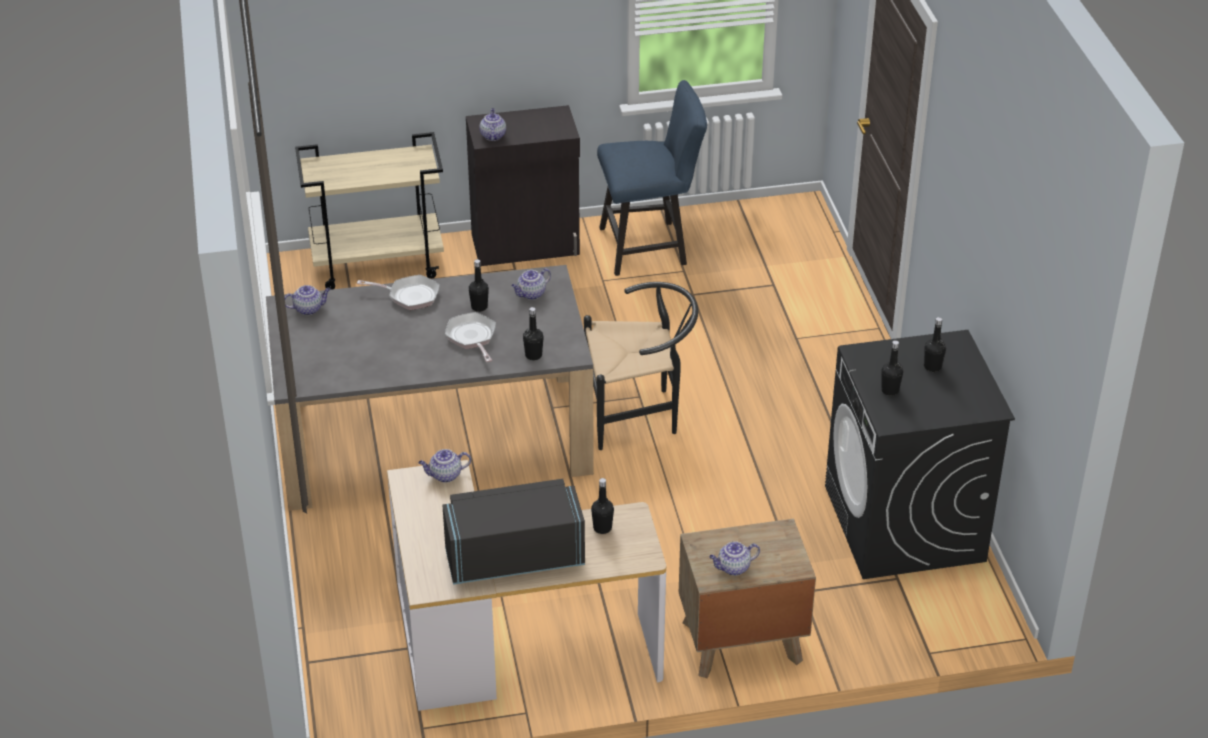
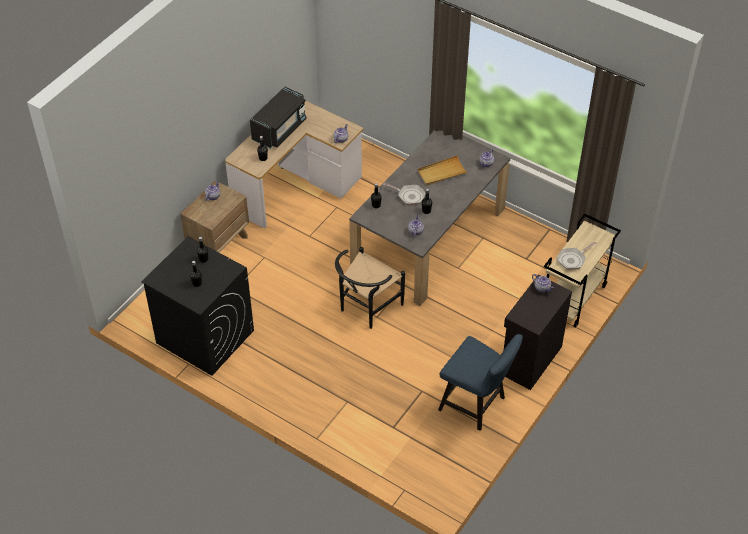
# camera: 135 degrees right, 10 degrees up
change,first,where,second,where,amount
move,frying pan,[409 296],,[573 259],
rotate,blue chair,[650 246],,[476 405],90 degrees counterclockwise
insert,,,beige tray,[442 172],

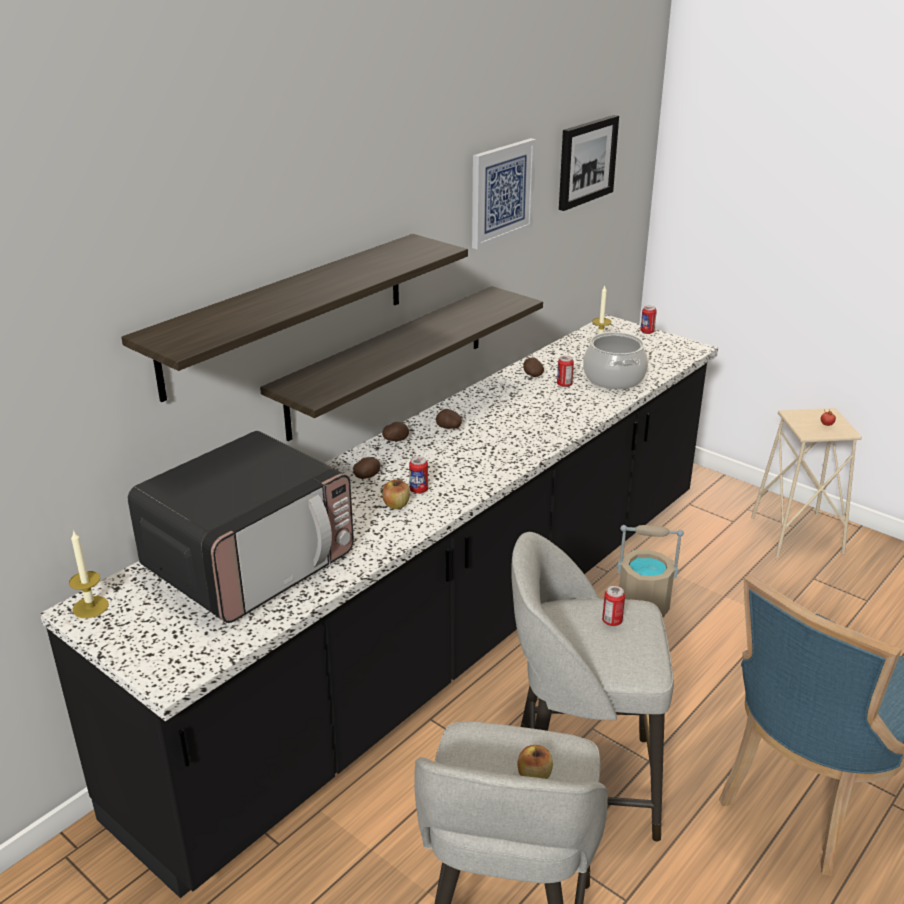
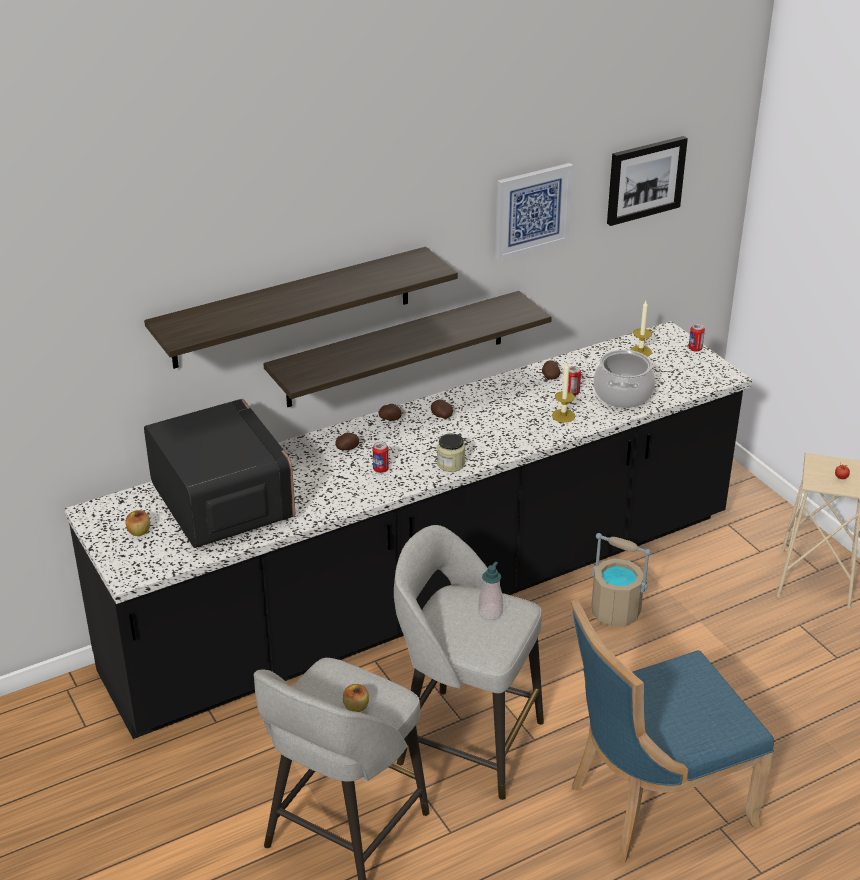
# camera: 20 degrees right, 5 degrees up
change,first,where,second,where,amount
move,candle,[90 607],,[563 416],
rotate,microwave,[251 563],,[222 502],90 degrees counterclockwise
move,apple,[396 505],,[139 532],
replace,can,[612 621],soap dispenser,[490 612],
insert,,,jar,[451 464],

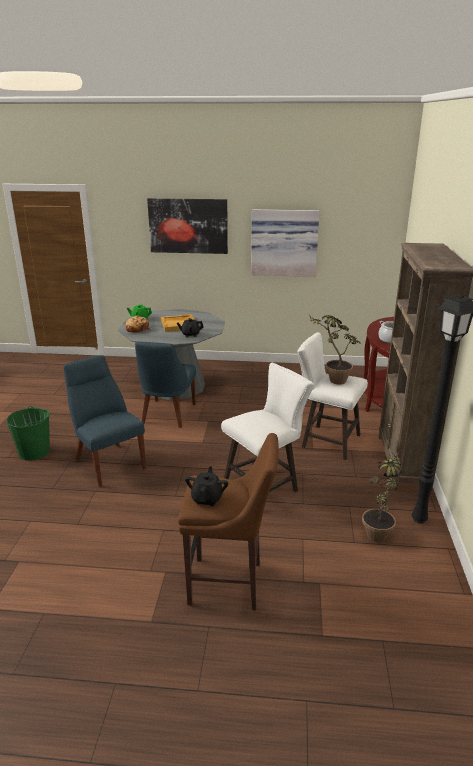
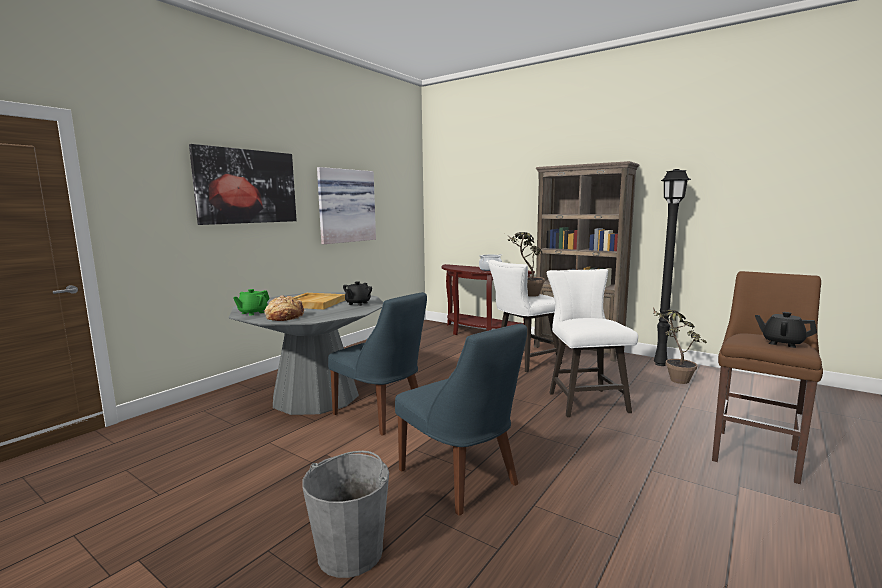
# camera: 60 degrees left, 15 degrees down
change,first,where,second,where,amount
recolor,green bucket,[34 452],grey bucket,[351 552],
rotate,blue chair,[108 462],,[461 479],120 degrees counterclockwise

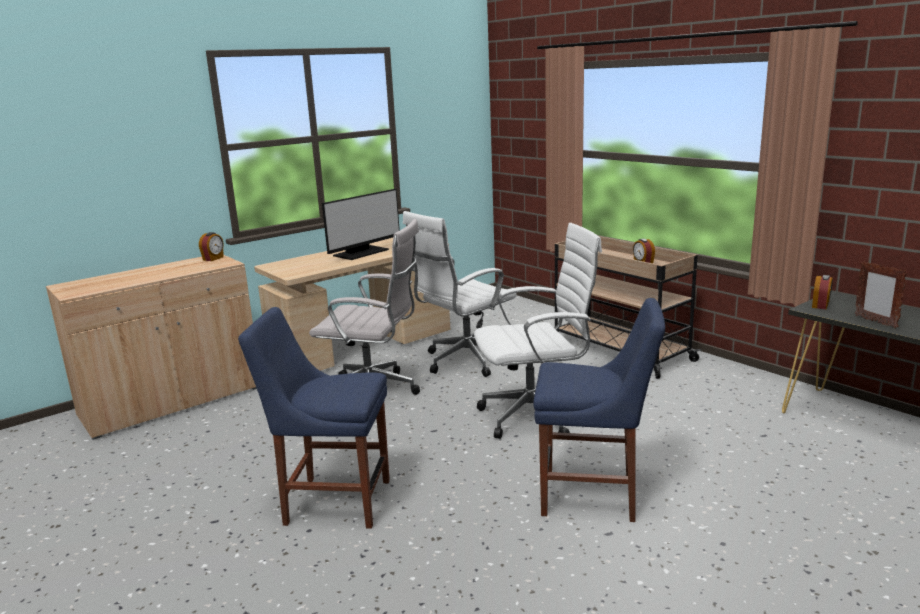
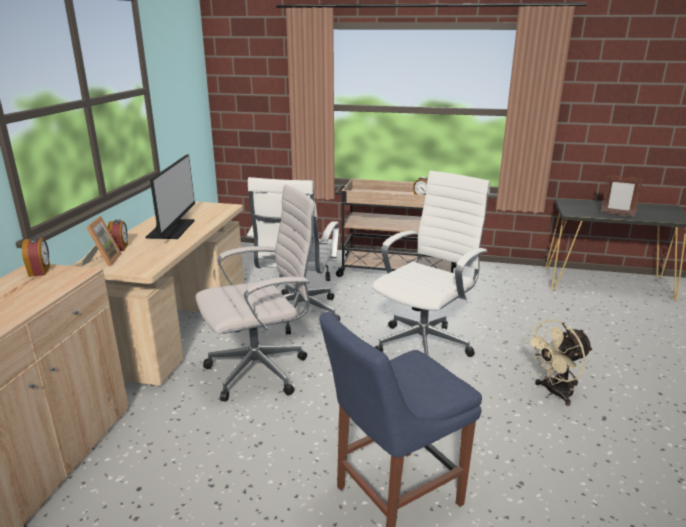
# camera: 40 degrees left, 5 degrees up
change,first,where,second,where,amount
replace,blue chair,[594 495],beige fan,[554 393],
move,alarm clock,[820 305],,[120 247],
insert,,,picture frame,[103 260],

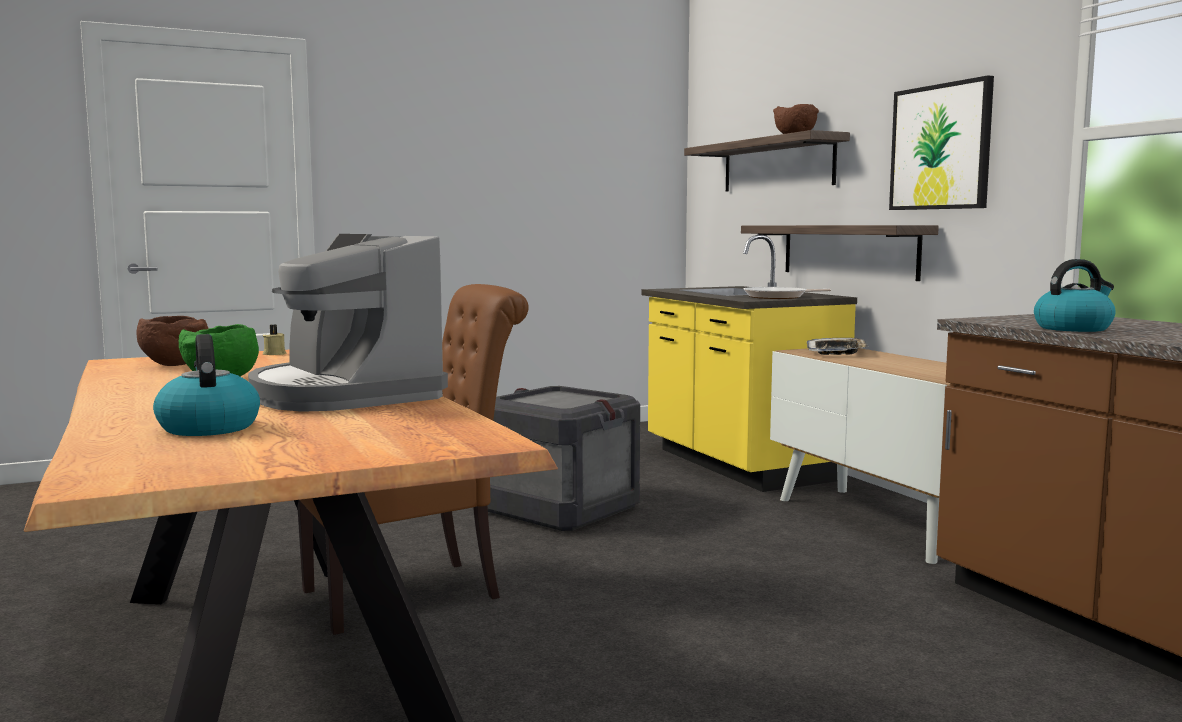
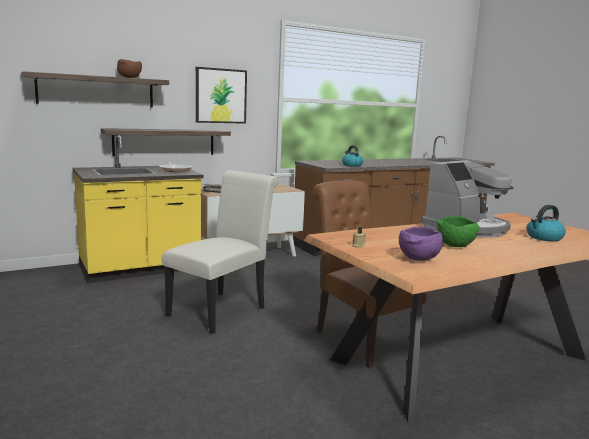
# camera: 95 degrees left, 5 degrees up
change,first,where,second,where,amount
recolor,brown bowl,[173 365],purple bowl,[418 259],
replace,crate,[560 510],white chair,[221 310],

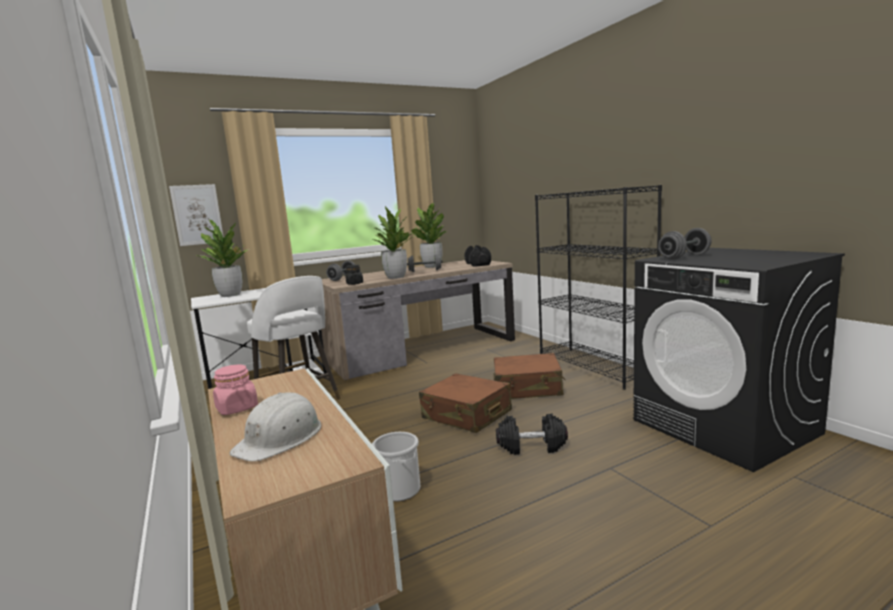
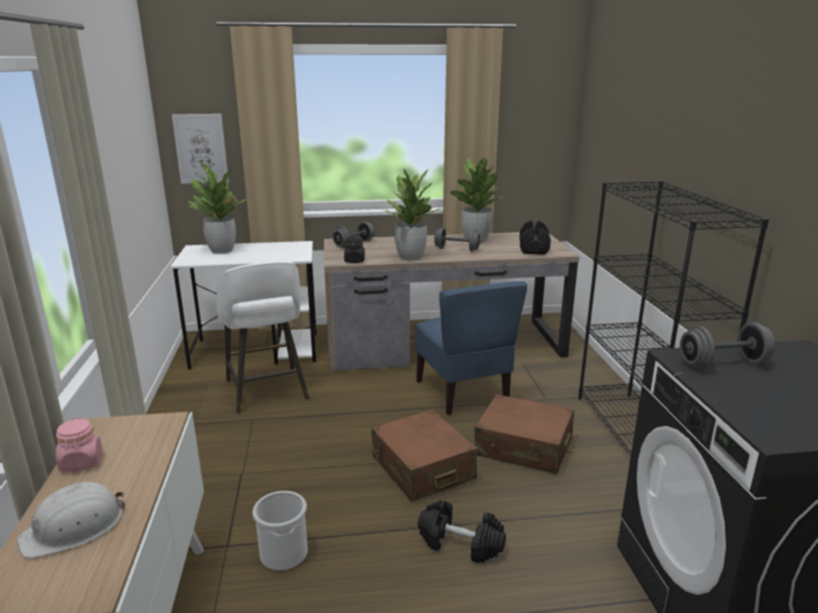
# camera: 20 degrees right, 10 degrees up
change,first,where,second,where,amount
insert,,,blue chair,[463 392],

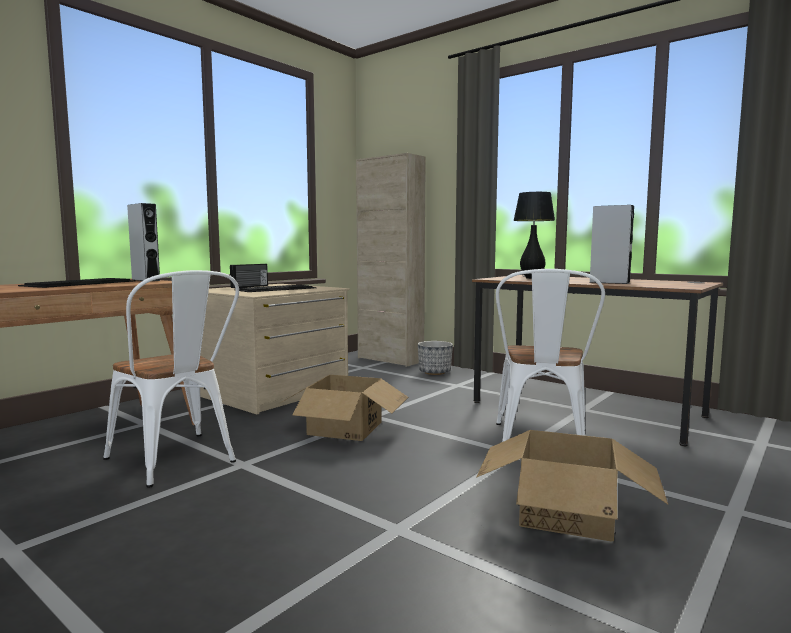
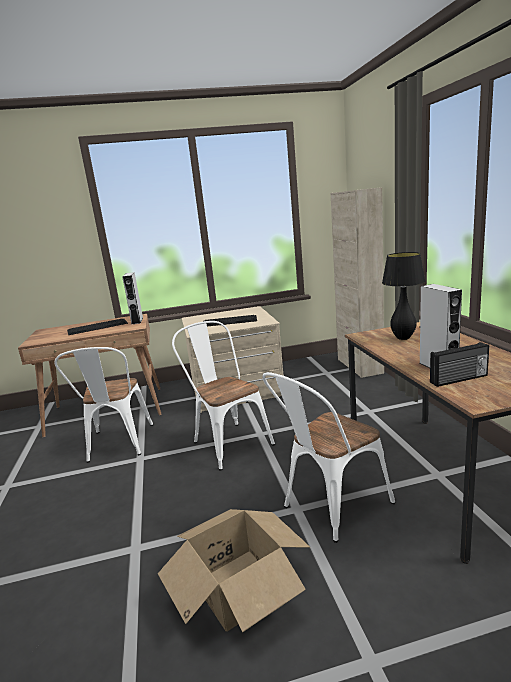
# camera: 40 degrees right, 10 degrees up
change,first,where,second,where,amount
move,radio,[250 286],,[459 379],
replace,cardboard box,[345 428],white chair,[228 441],
delete,planter,[435 372],,,

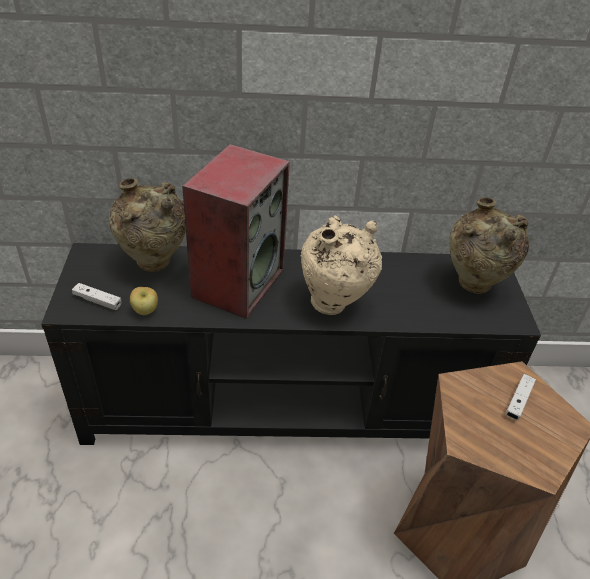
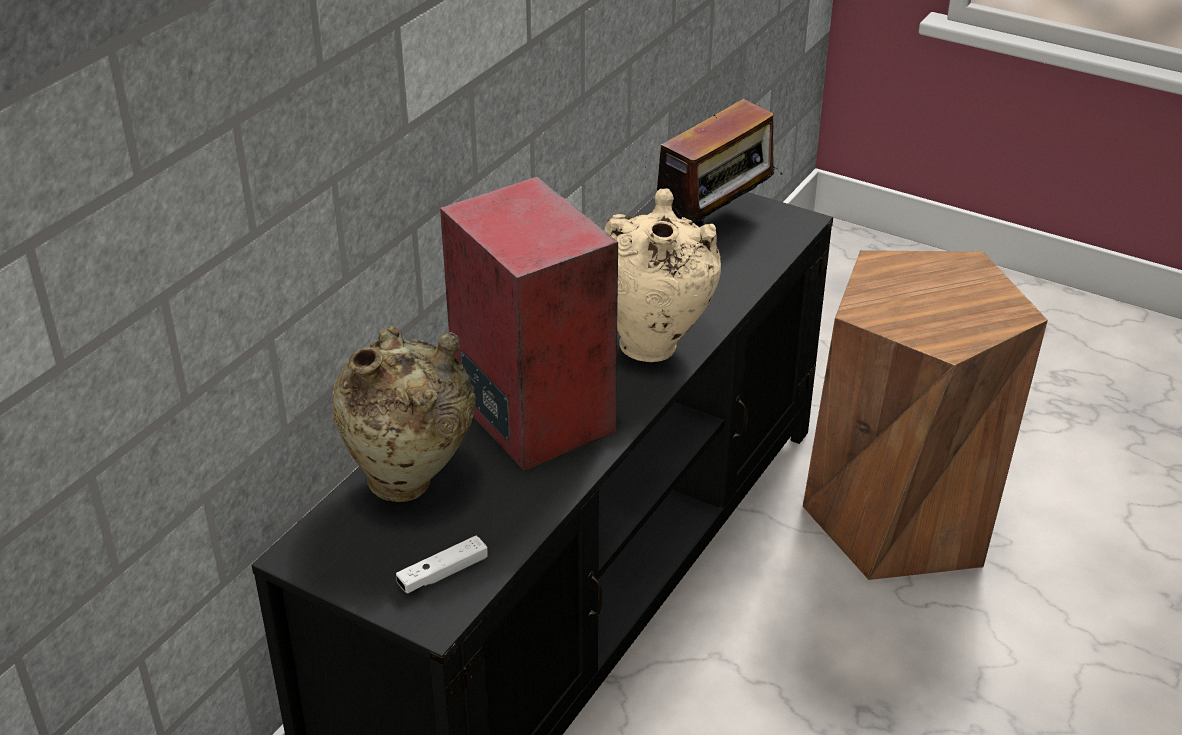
# camera: 55 degrees left, 5 degrees down
change,first,where,second,where,amount
delete,apple,[145 311],,,
replace,beige vase,[473 287],radio,[716 223],
delete,white game controller,[518 401],,,

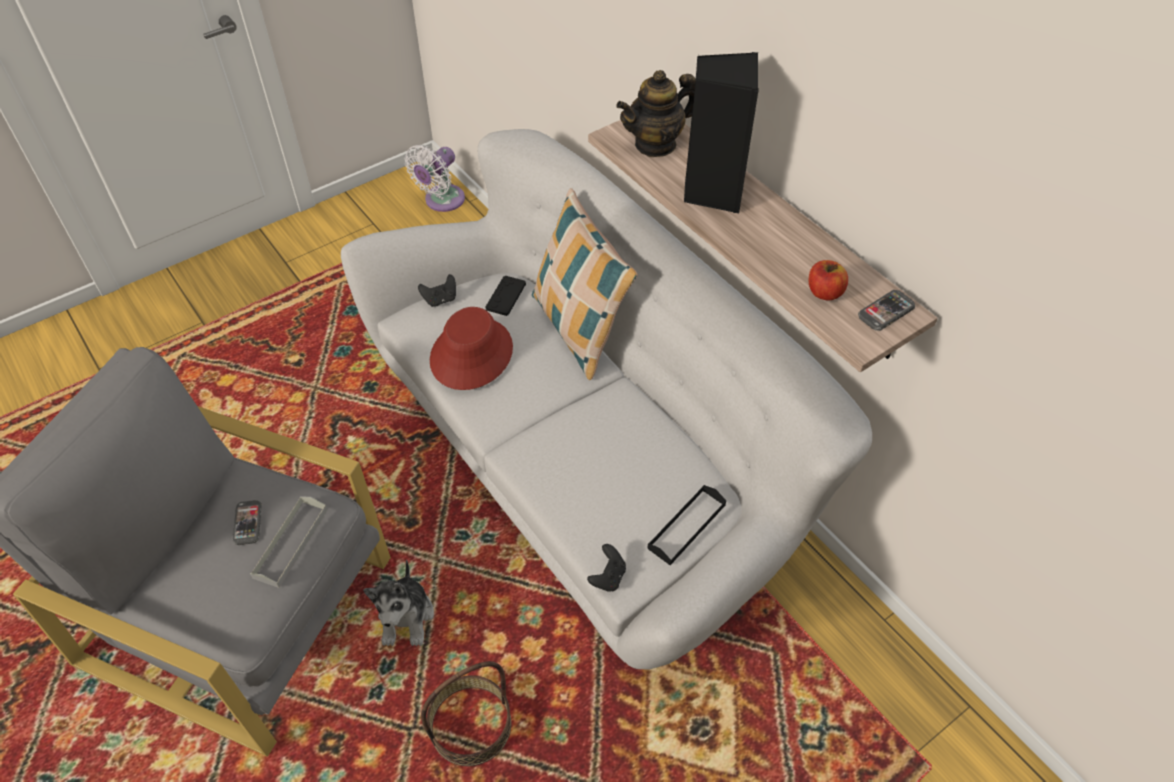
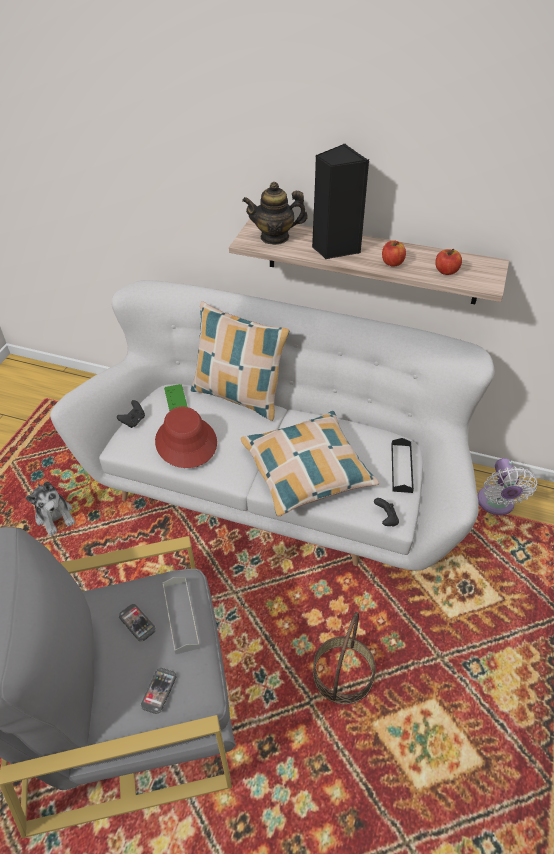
# camera: 35 degrees left, 5 degrees down
change,first,where,second,where,amount
move,plush toy,[406 617],,[55 516],
move,white fan,[441 201],,[496 504],
recolor,black game controller,[506 296],green game controller,[176 399],
rotate,teapot,[655 144],,[275 237],60 degrees clockwise
move,phone,[886 312],,[159 691],
insert,,,pillow,[307 470],
insert,,,apple,[392 263],

